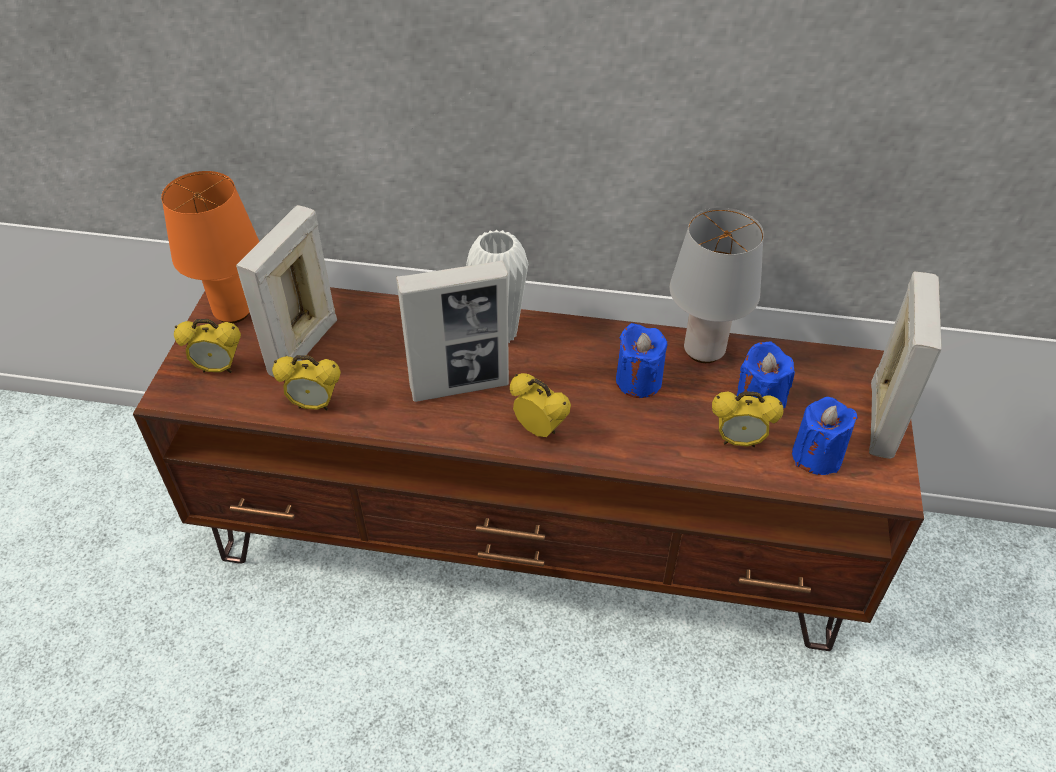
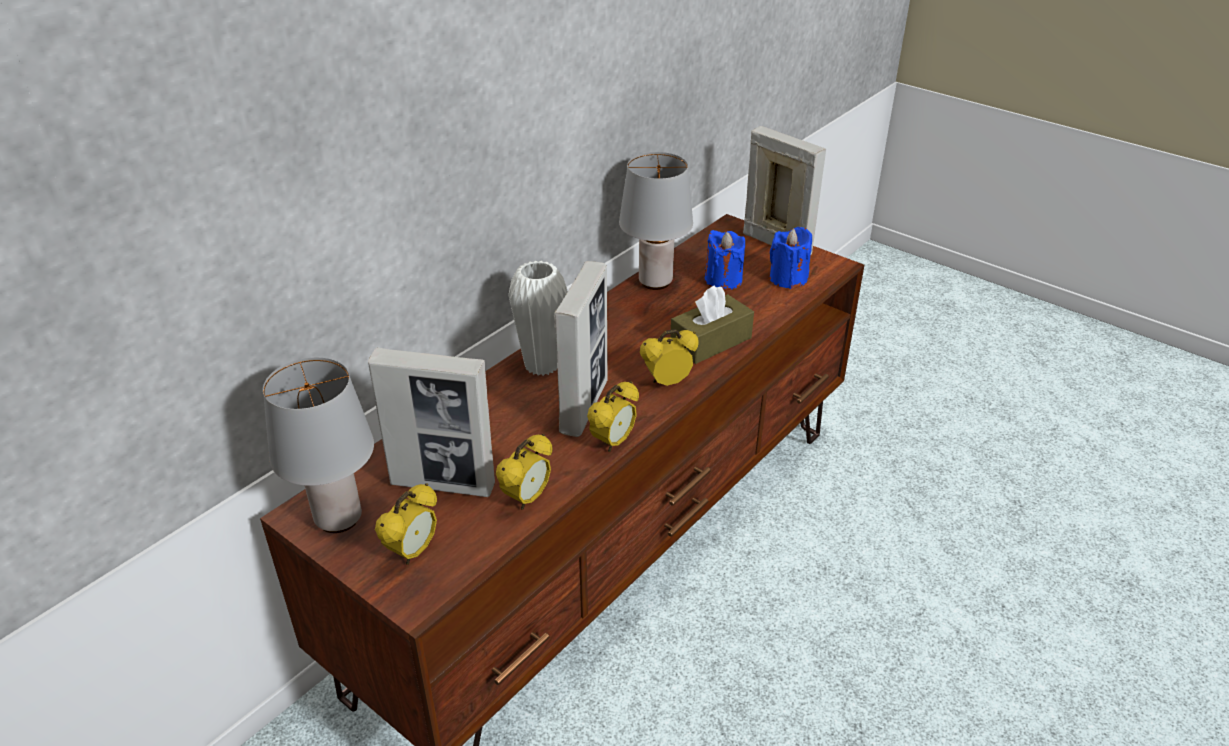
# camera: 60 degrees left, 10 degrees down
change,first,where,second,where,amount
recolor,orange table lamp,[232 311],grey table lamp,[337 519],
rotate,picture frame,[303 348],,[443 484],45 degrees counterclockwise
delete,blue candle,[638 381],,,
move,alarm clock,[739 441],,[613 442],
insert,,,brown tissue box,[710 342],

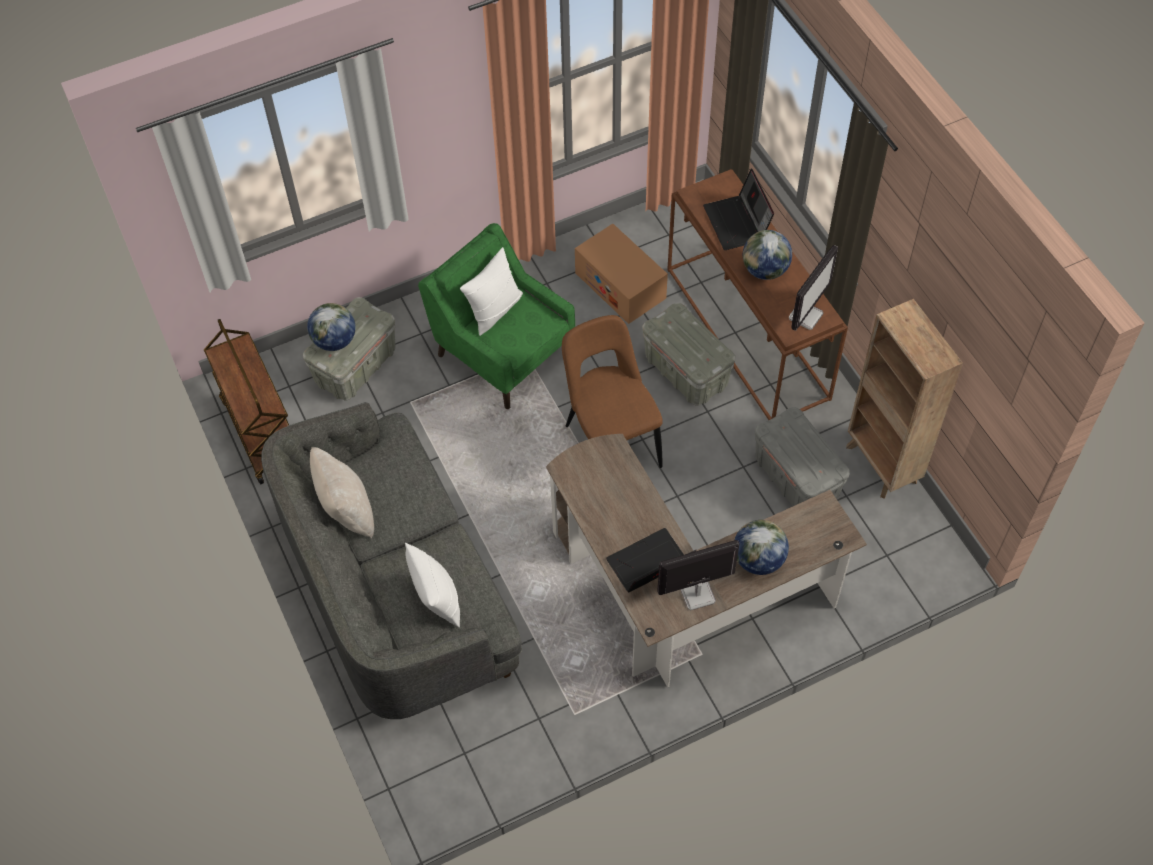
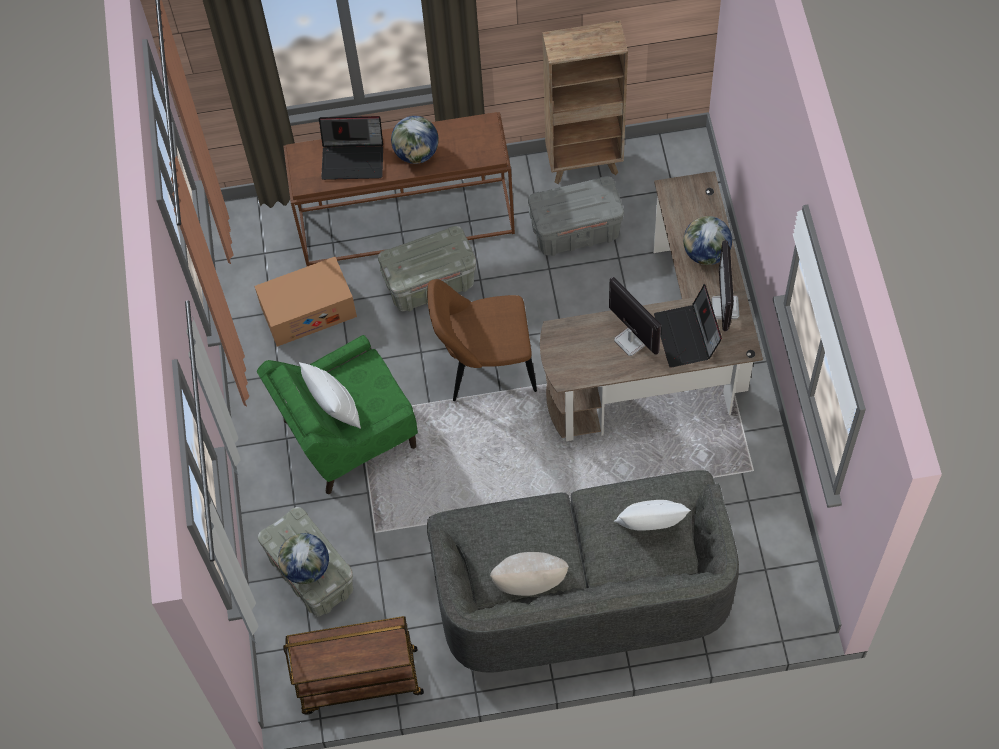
# camera: 70 degrees left, 5 degrees up
change,first,where,second,where,amount
move,monitor,[806 315],,[630 340],

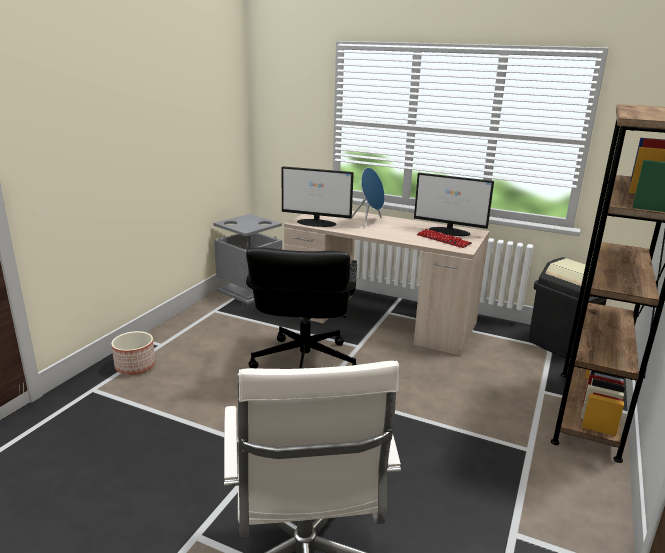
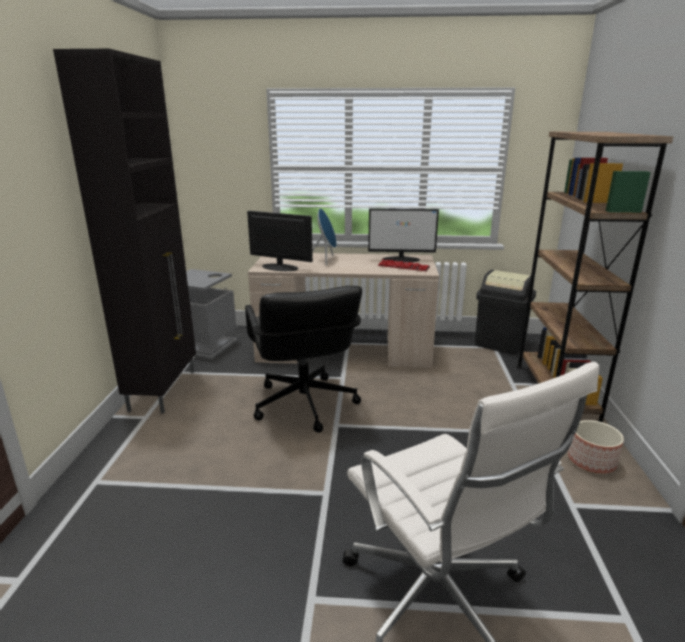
# camera: 20 degrees left, 0 degrees up
change,first,where,second,where,amount
move,planter,[136 366],,[592 461],
rotate,monitor,[317 223],,[279 267],150 degrees counterclockwise
insert,,,black cabinet,[164 389],

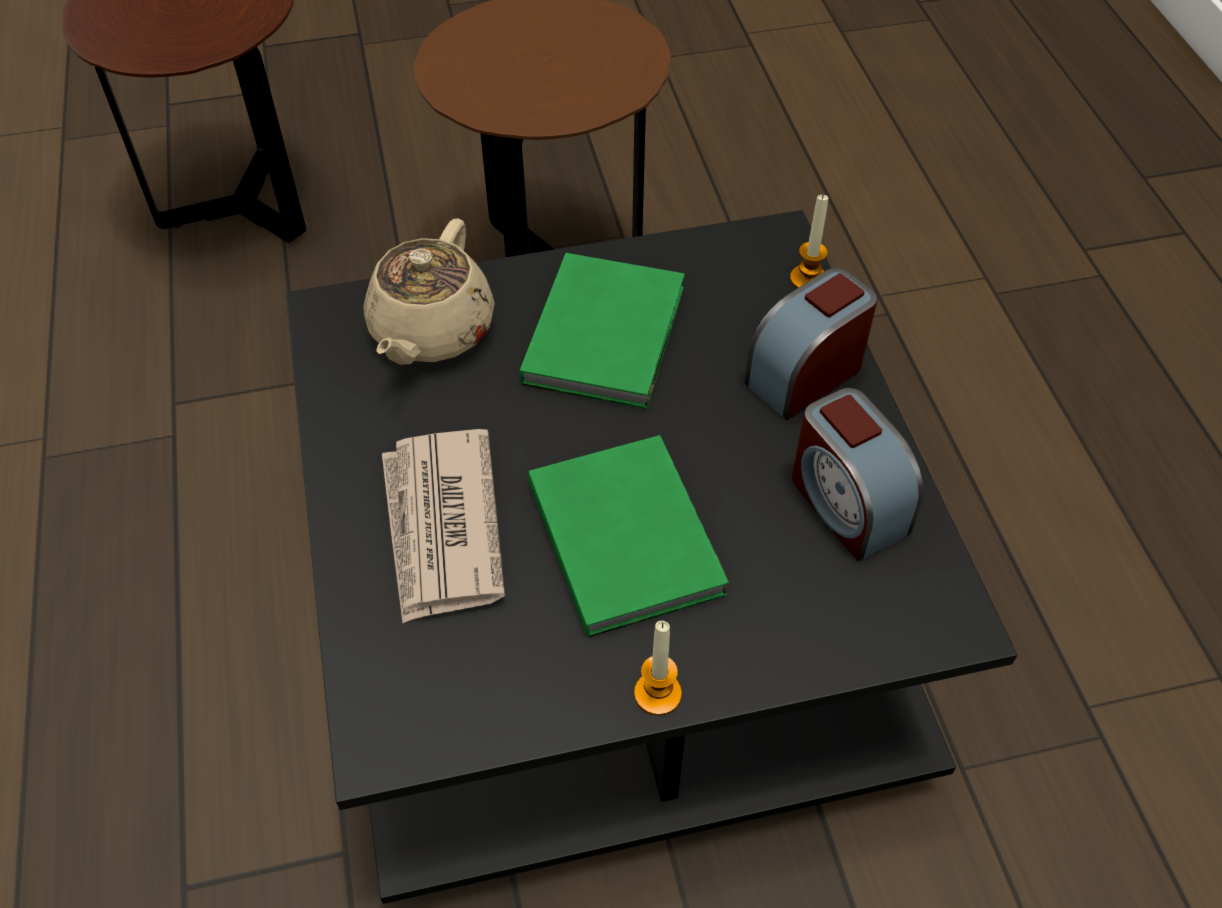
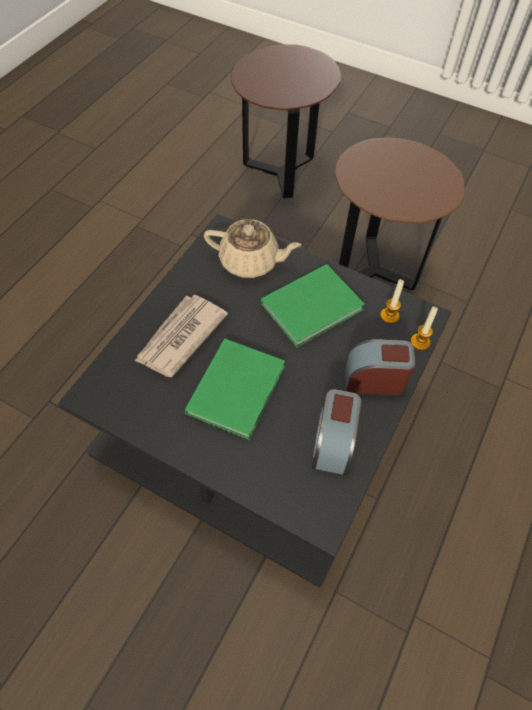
# camera: 40 degrees right, 5 degrees up
change,first,where,second,where,amount
rotate,beige teapot,[431 331],,[250 262],135 degrees counterclockwise
move,candle,[657 694],,[389 316],

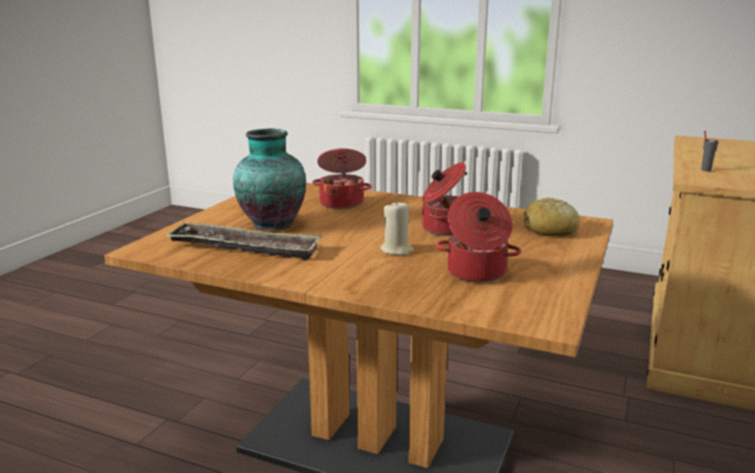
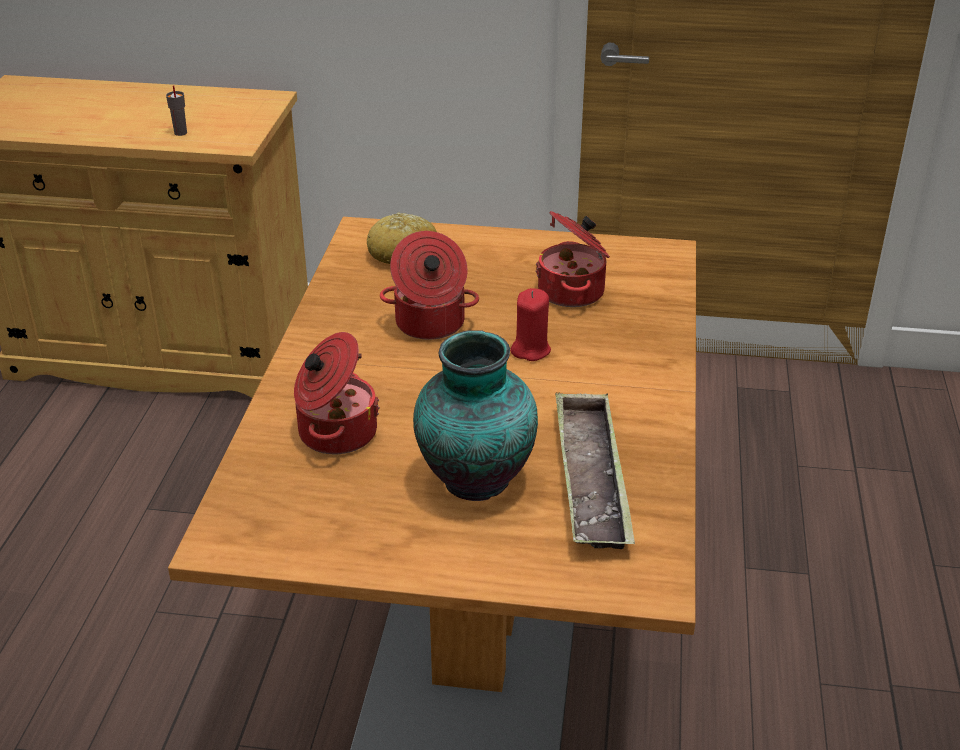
# camera: 105 degrees left, 15 degrees up
change,first,where,second,where,amount
recolor,beige candle,[396 250],red candle,[530 350],

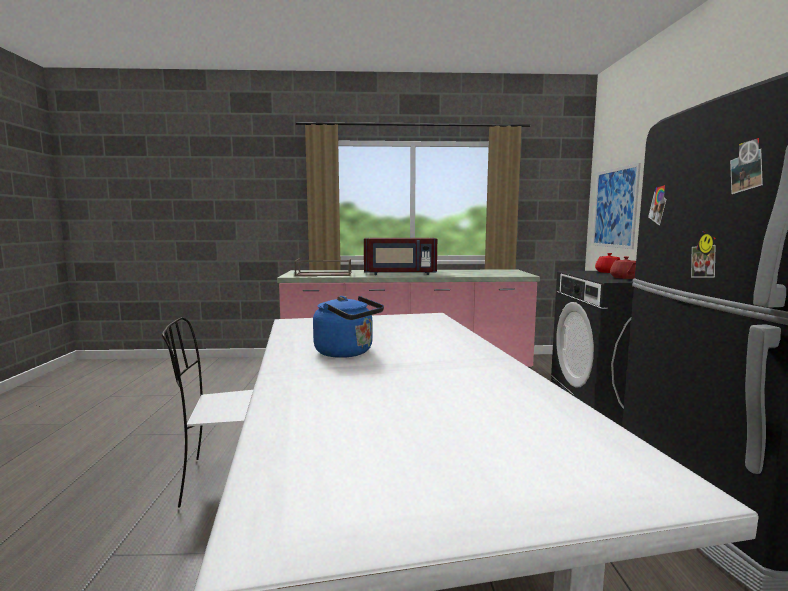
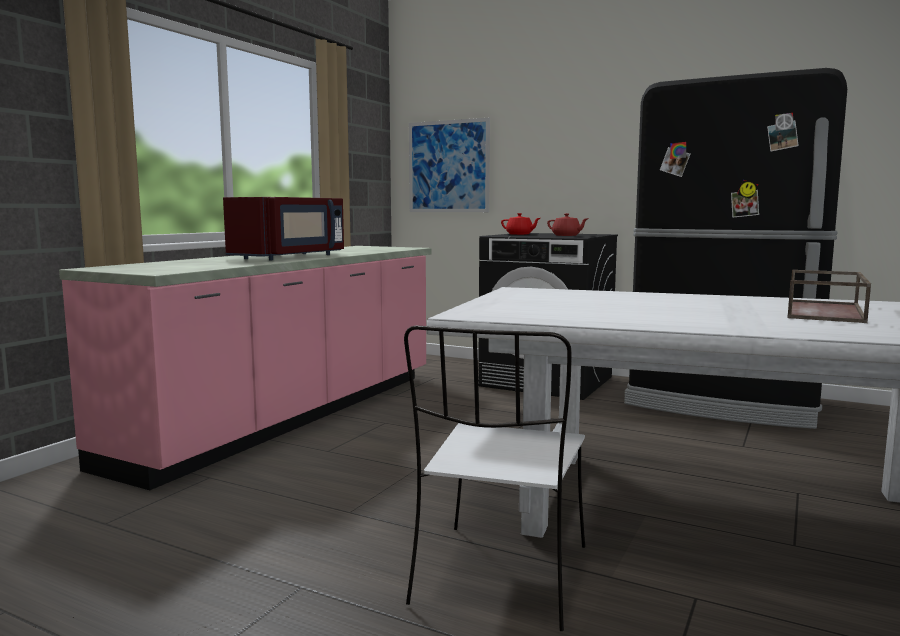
# camera: 60 degrees left, 0 degrees up
change,first,where,second,where,amount
move,brown tray,[323 274],,[826 312],
delete,blue kettle,[347 352],,,

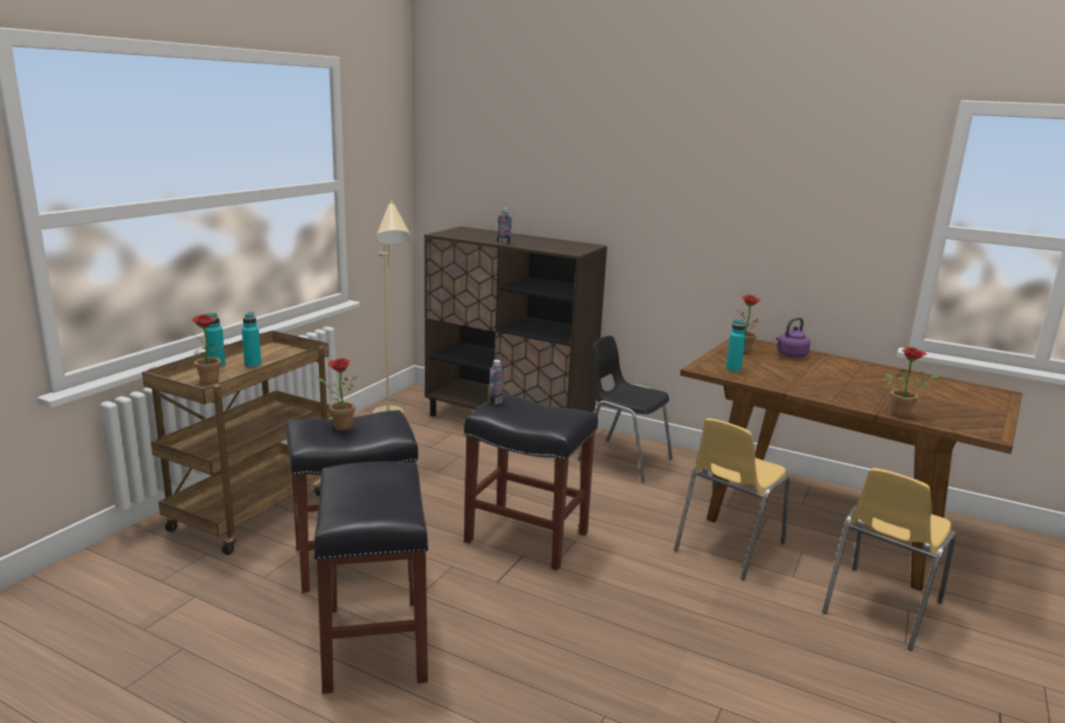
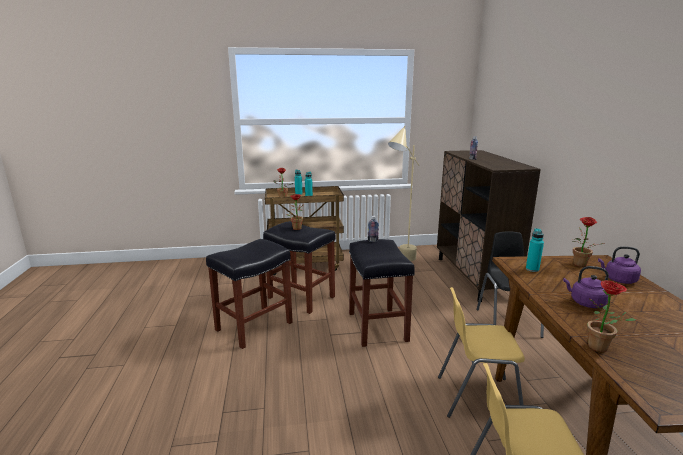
# camera: 55 degrees right, 0 degrees up
change,first,where,second,where,amount
insert,,,purple kettle,[585 303],

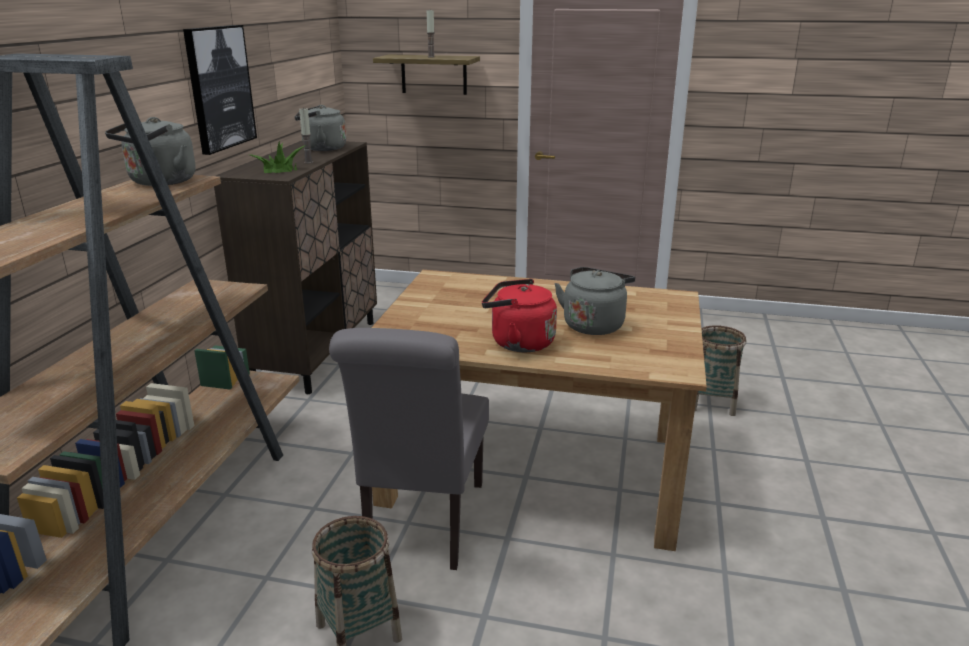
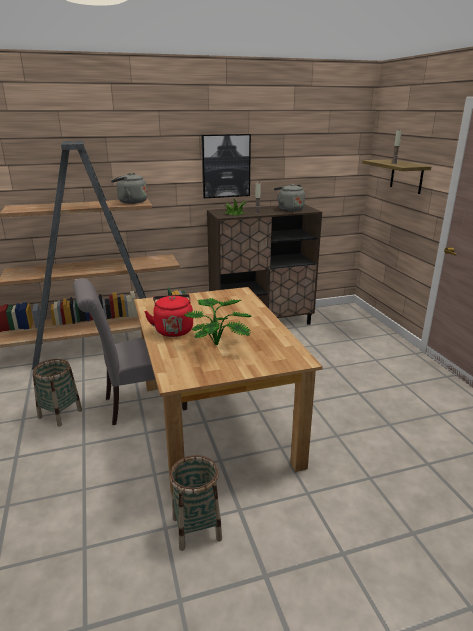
# camera: 60 degrees right, 0 degrees up
change,first,where,second,where,amount
replace,grey kettle,[594 324],potted plant,[219 343],
move,basket,[711 403],,[196 528],

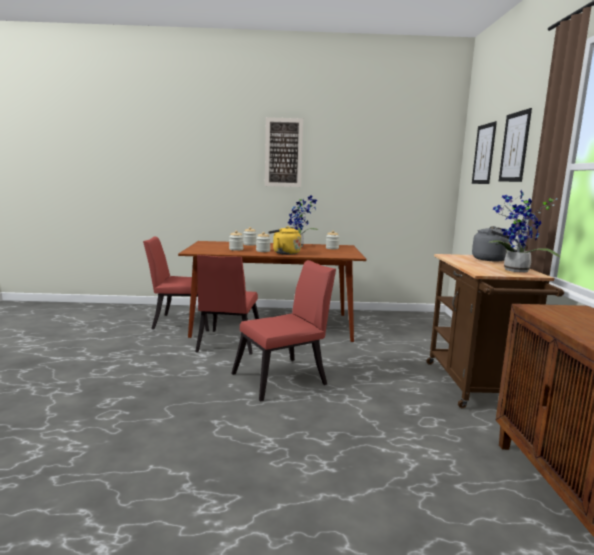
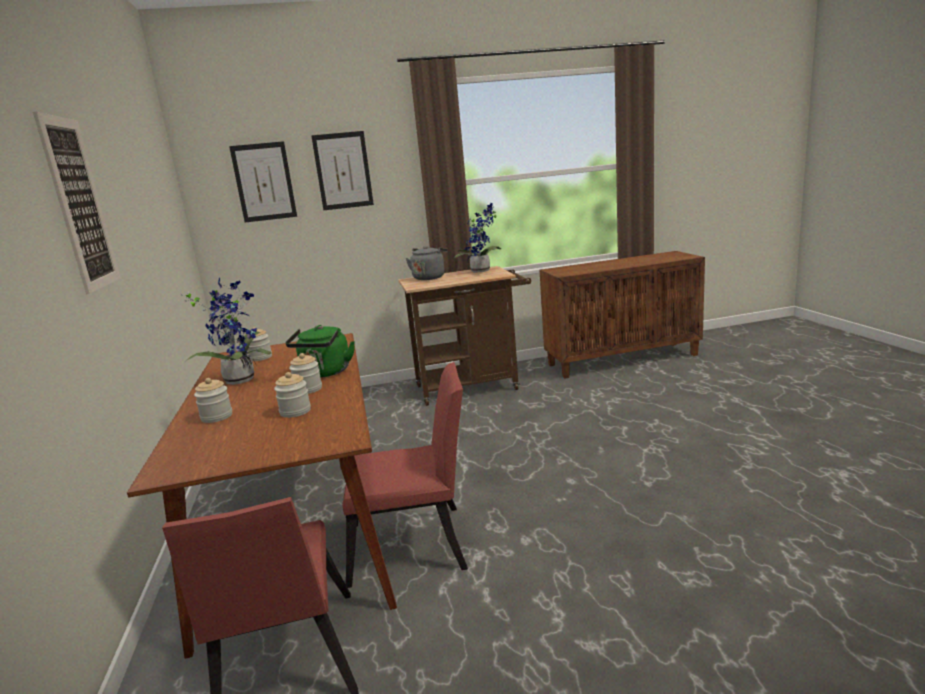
# camera: 100 degrees left, 5 degrees up
change,first,where,second,where,amount
delete,red chair,[284 378],,,
recolor,yellow kettle,[284 253],green kettle,[325 373],

